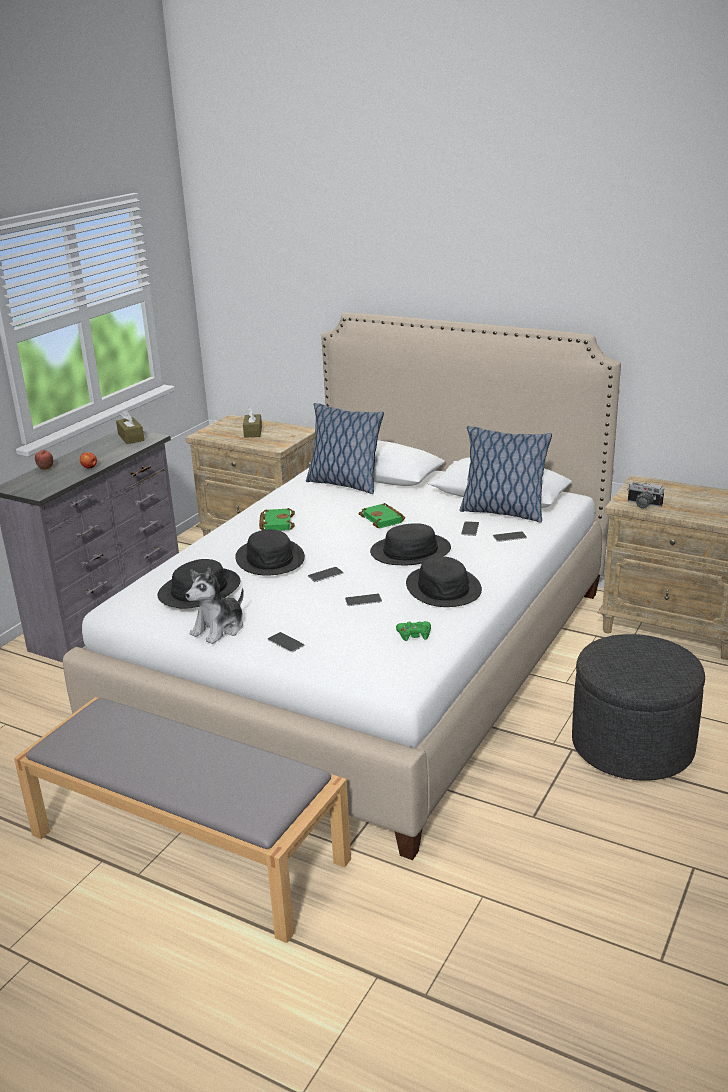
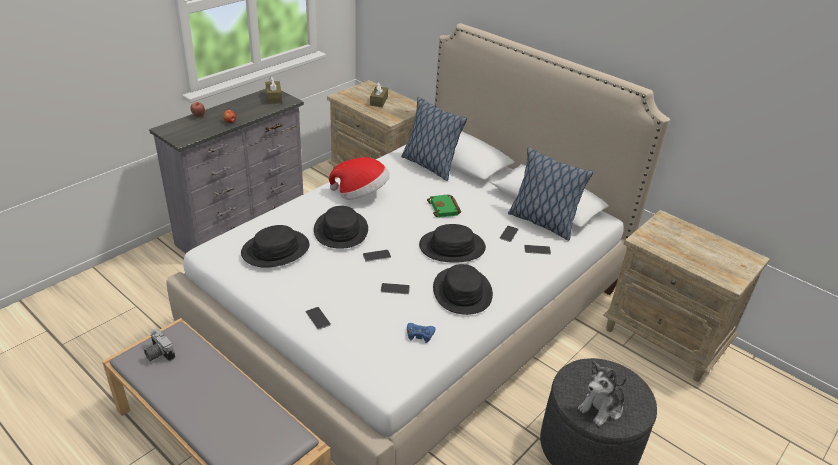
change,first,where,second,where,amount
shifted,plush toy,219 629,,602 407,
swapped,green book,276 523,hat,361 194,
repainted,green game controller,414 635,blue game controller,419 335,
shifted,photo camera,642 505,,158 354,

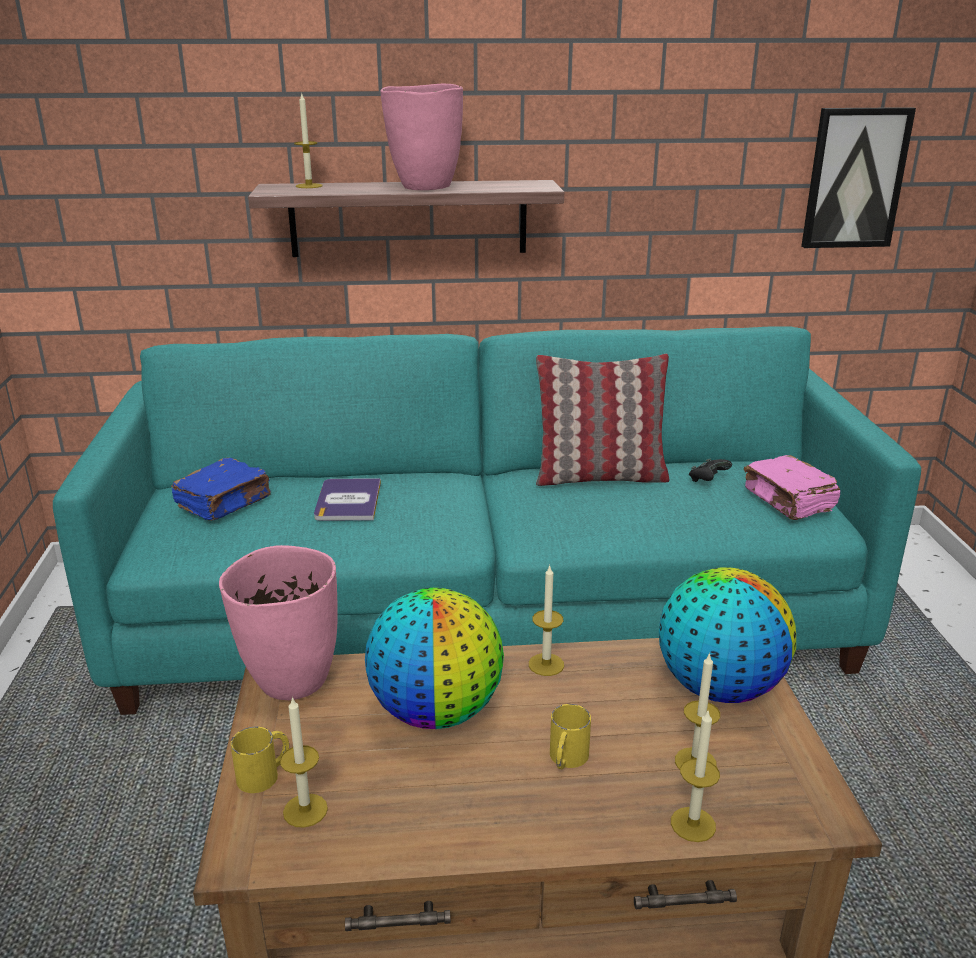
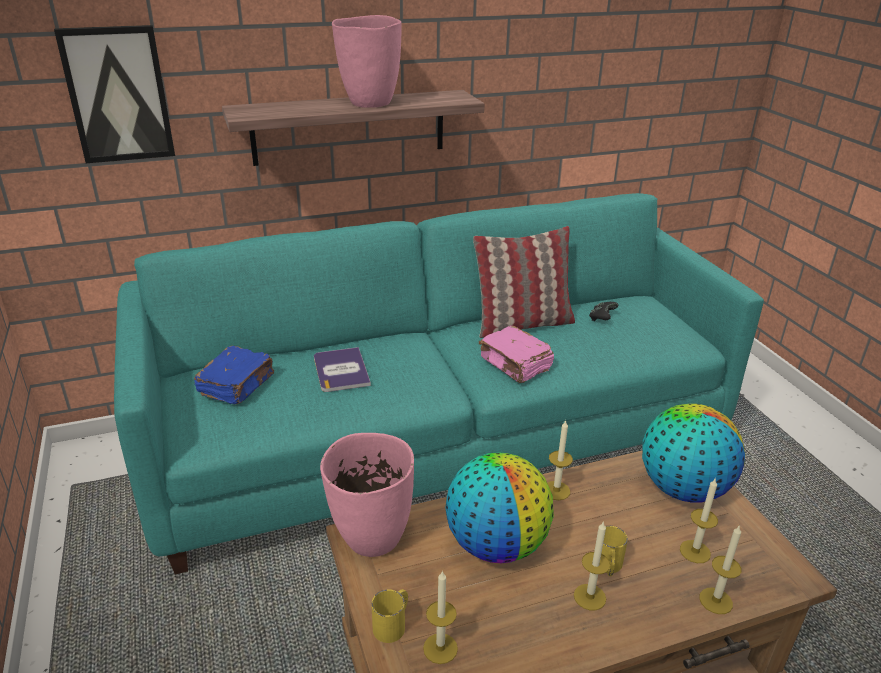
change,first,where,second,where,amount
shifted,candle,309 186,,589 597,
shifted,pink book,788 501,,515 364,
shifted,picture,855 178,,118 94,

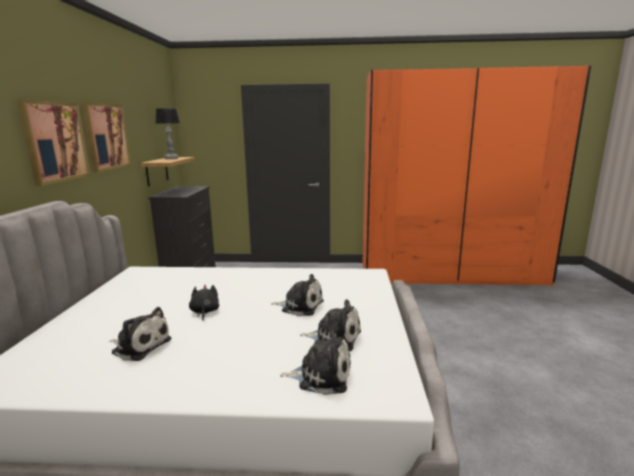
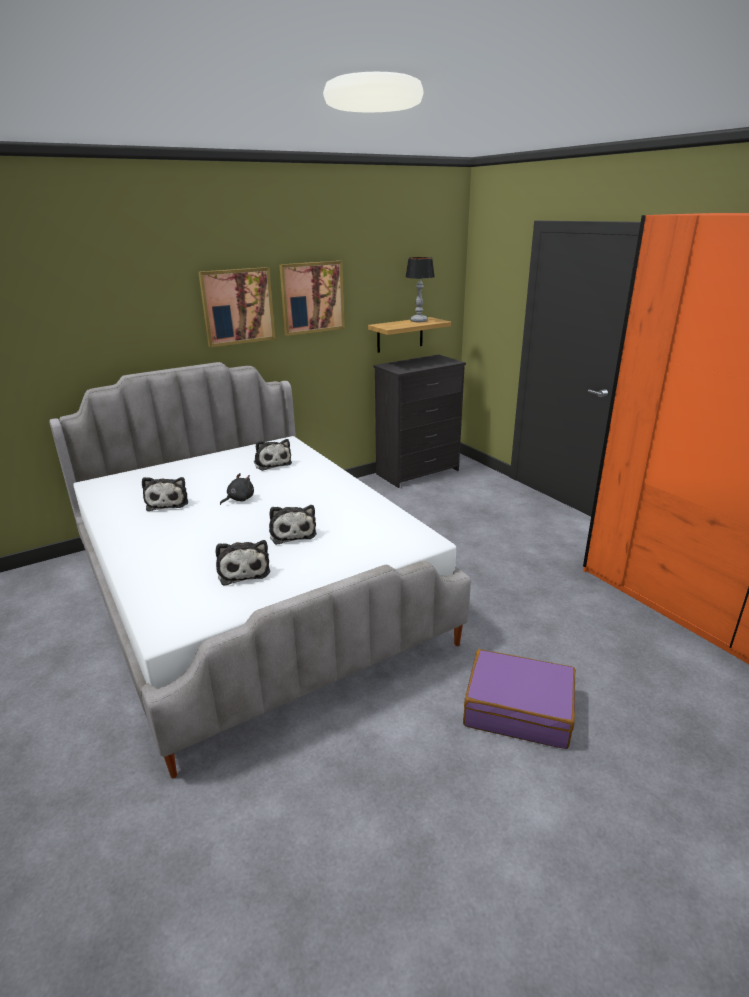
change,first,where,second,where,amount
shifted,plush toy,321 375,,272 463,
new,,,purple suitcase,518 709,

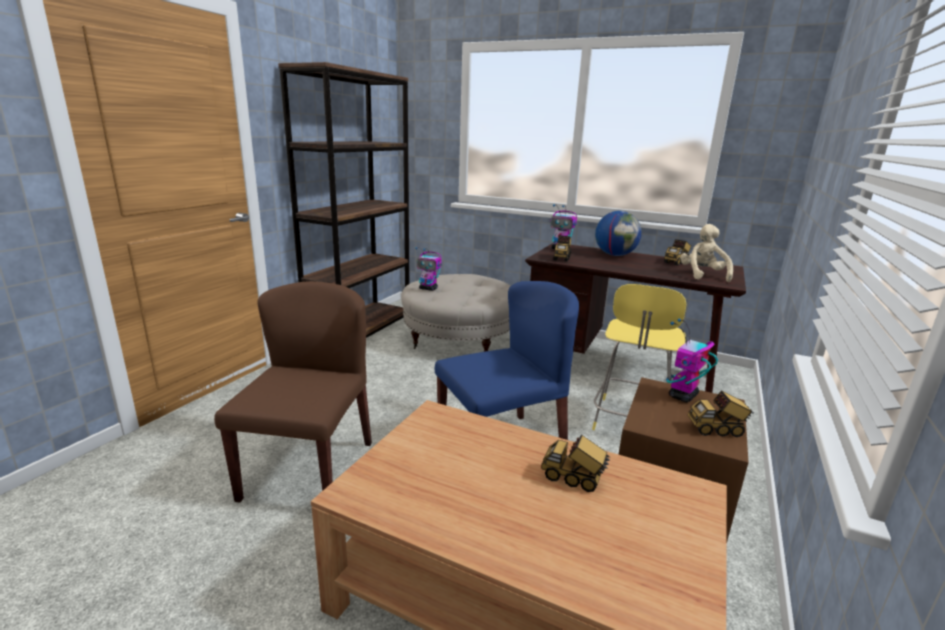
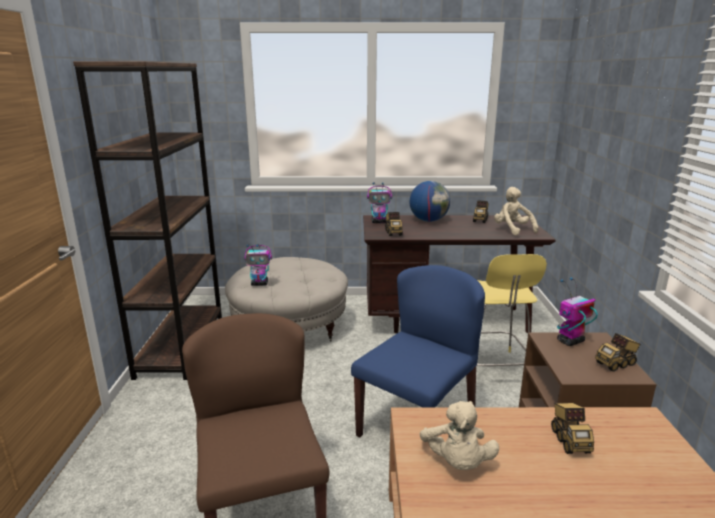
change,first,where,second,where,amount
rotated,toy truck,573 479,,569 440,90 degrees counterclockwise
rotated,toy robot,682 396,,570 341,45 degrees clockwise
new,,,beige plush toy,457 462,

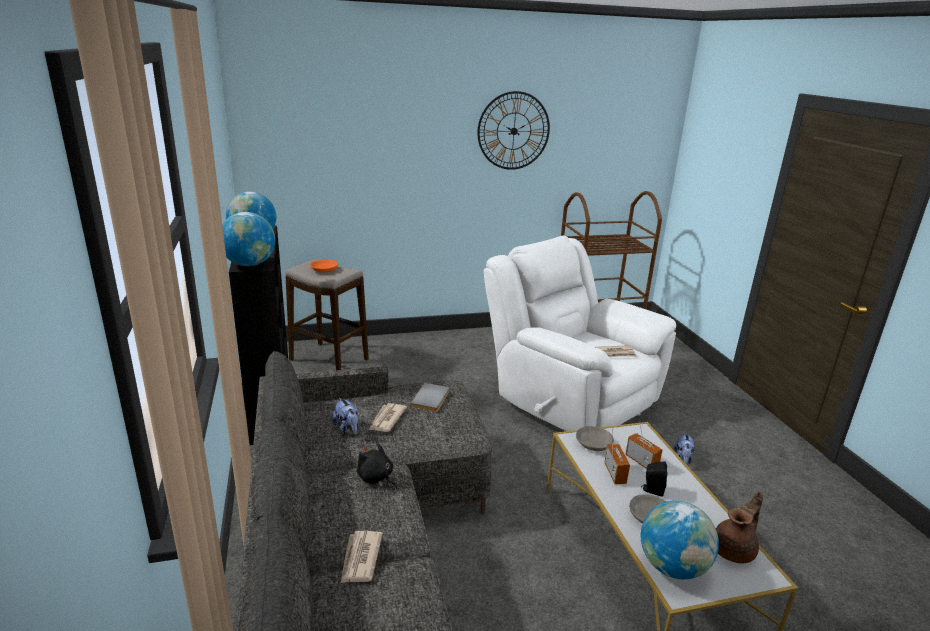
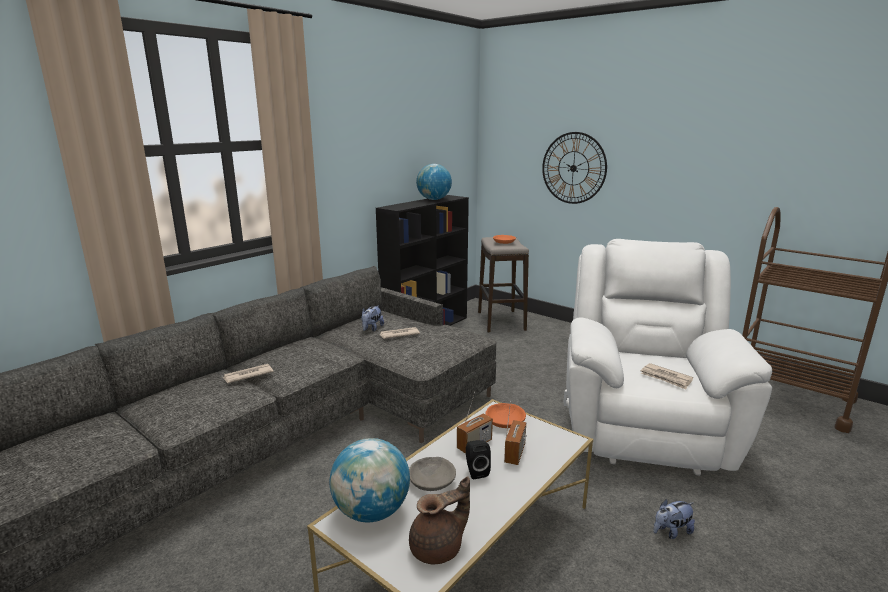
change,first,where,second,where,amount
gone,globe,249 264,,,
gone,black plush toy,376 478,,,
gone,grey book,432 399,,,
shifted,wall clock,513 131,,573 168,
repainted,grey bowl,593 443,orange bowl,505 421,
rotated,brown teapot,734 550,,438 548,45 degrees counterclockwise

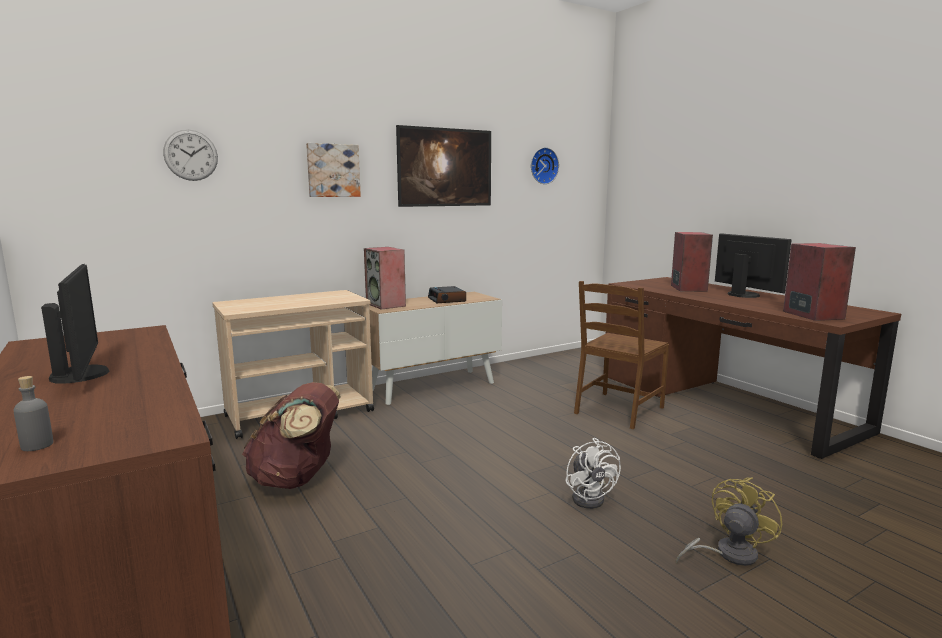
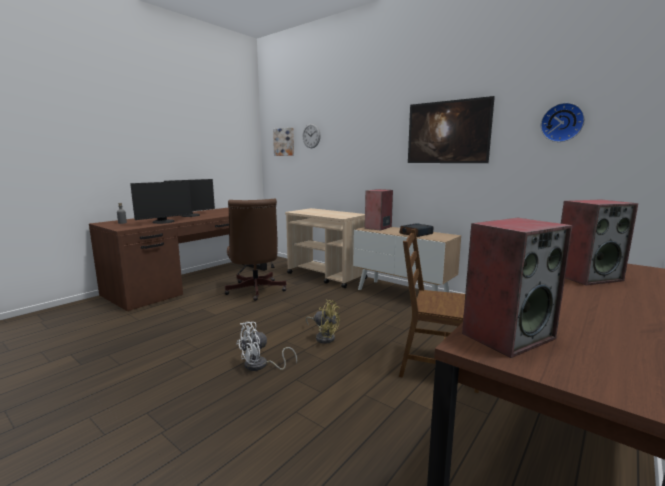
change,first,where,second,where,amount
swapped,brown backpack,297 479,brown office chair,255 291,
shifted,picture,333 170,,284 142,
shifted,yellow fan,727 554,,324 337,
shifted,monitor,744 295,,164 222,

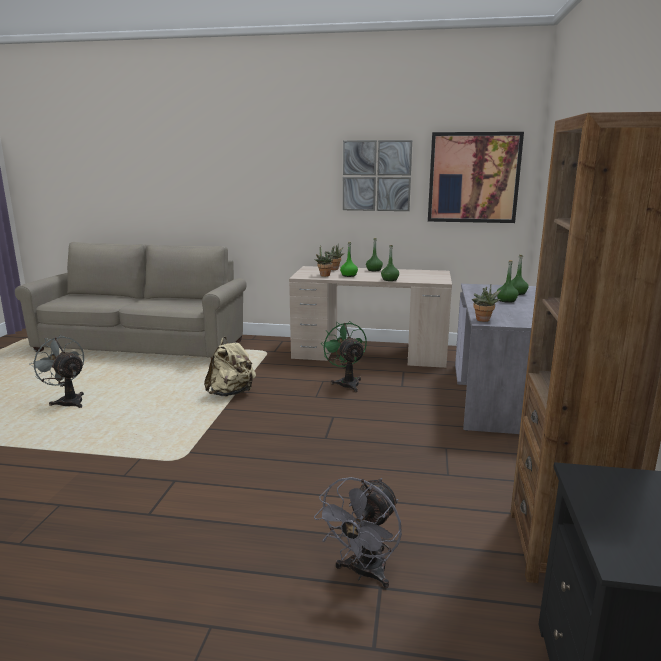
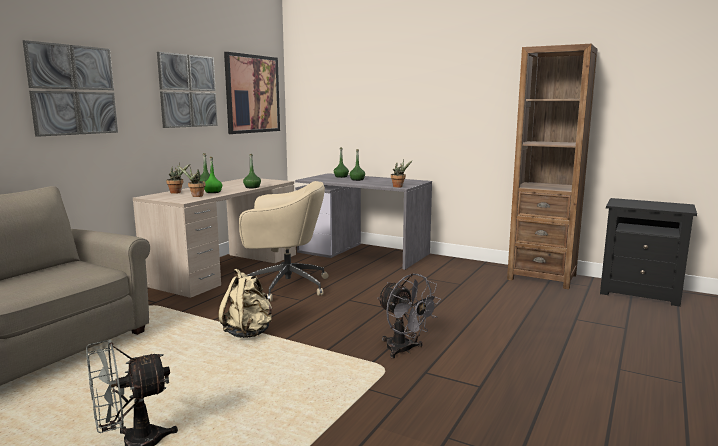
change,first,where,second,where,amount
shifted,grey fan,363 573,,404 350,
swapped,green fan,346 383,beige office chair,285 286,
new,,,picture,73 90,

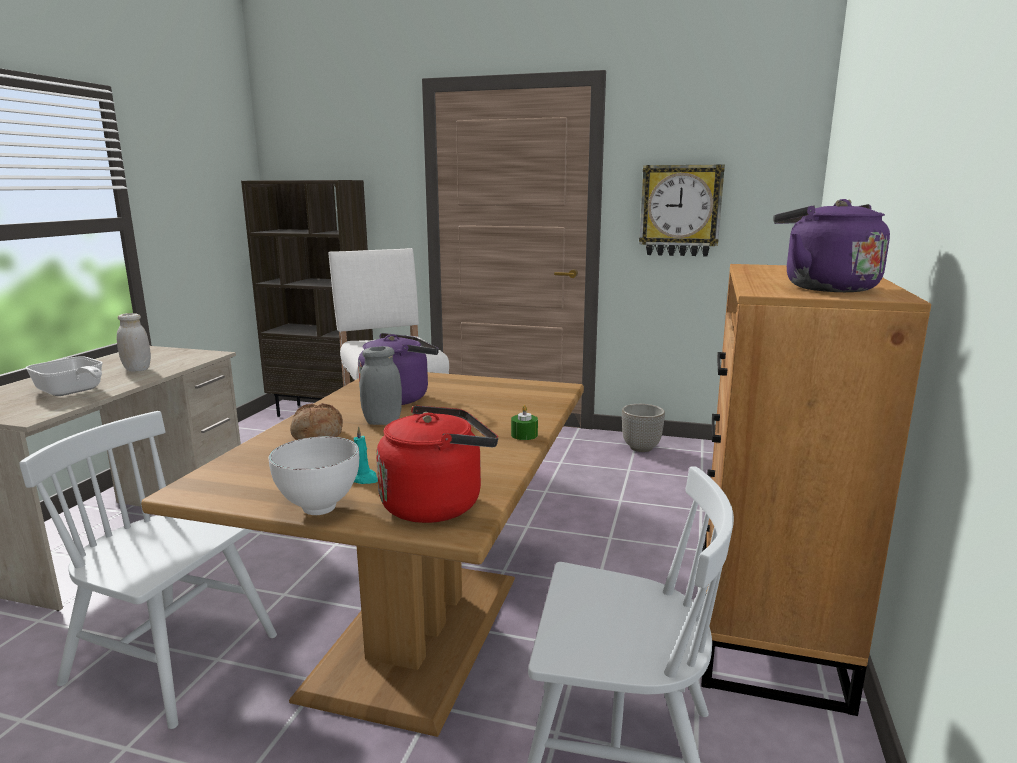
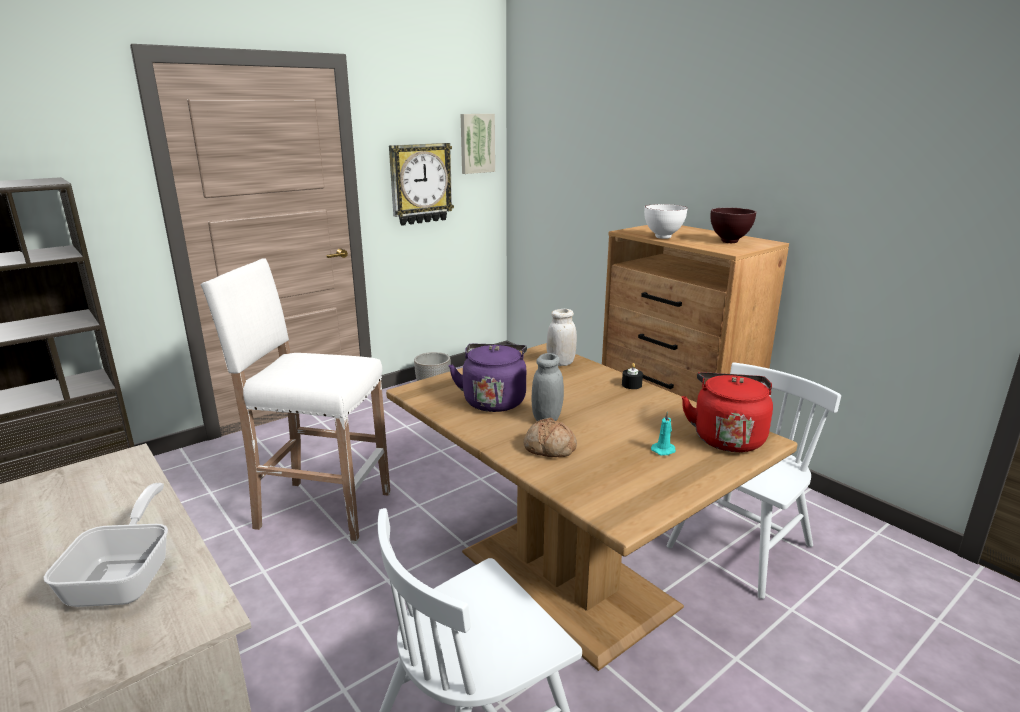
change,first,where,second,where,amount
rotated,frying pan,72 392,,127 576,75 degrees counterclockwise
shifted,white jar,137 369,,561 363,
shifted,white bowl,318 508,,662 237,
repainted,green candle,524 435,black candle,631 385,
swapped,purple kettle,824 287,brown bowl,728 242,
new,,,picture,476 143,

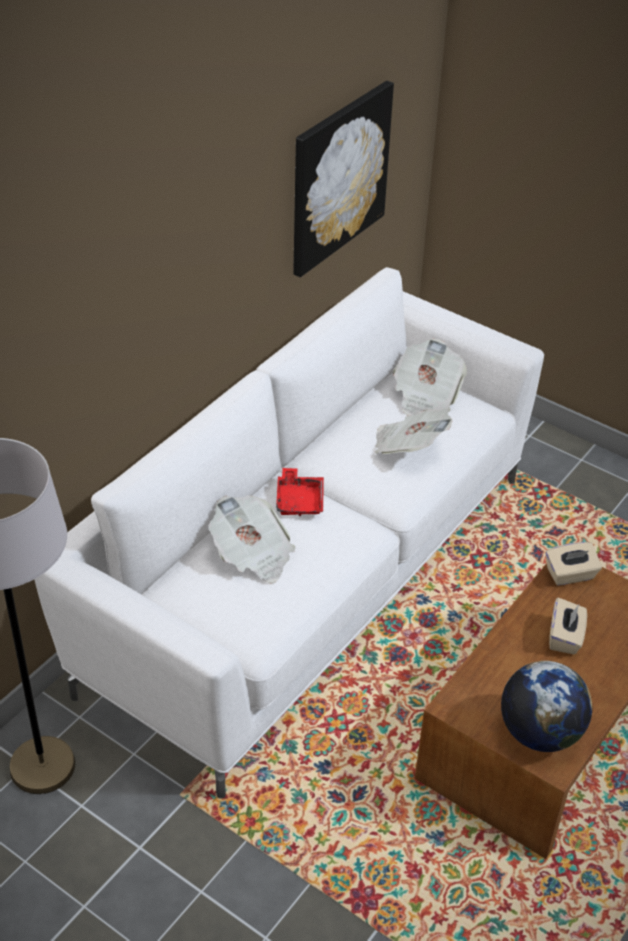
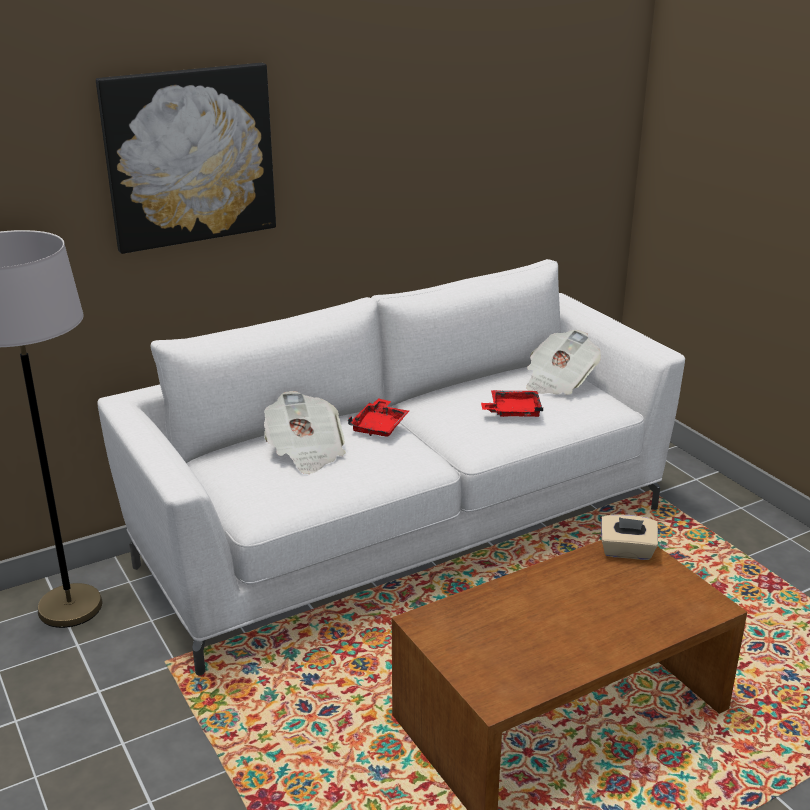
change,first,where,second,where,amount
shifted,picture,338 177,,189 156,
swapped,newspaper,408 446,red tray,513 411,
gone,globe,539 732,,,
gone,beige tissue box,565 637,,,

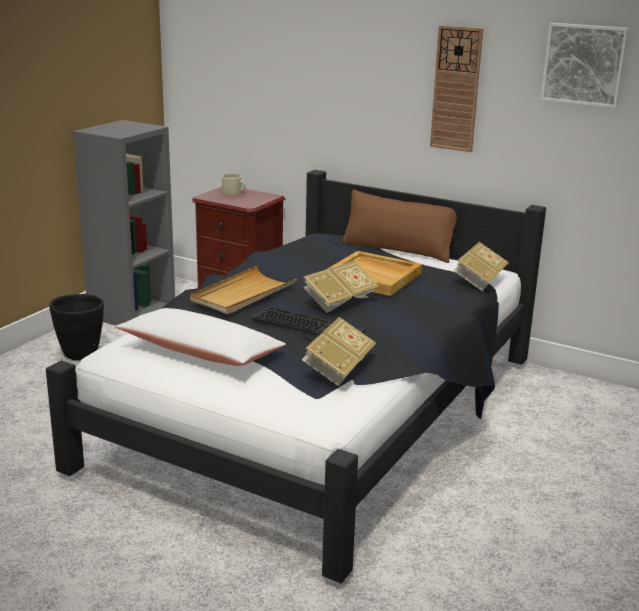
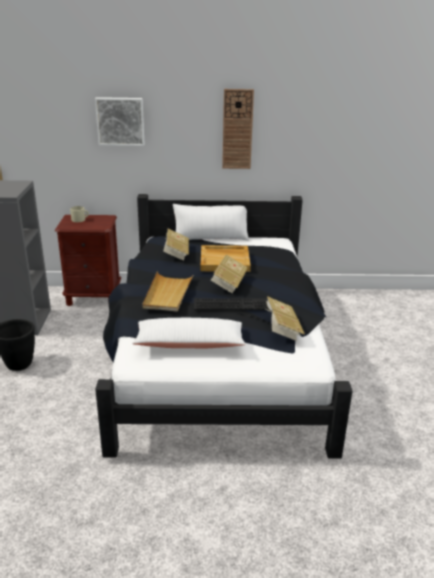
change,first,where,second,where,amount
repainted,brown pillow,397 250,white pillow,210 238,
shifted,book,479 280,,176 253,
shifted,picture,584 64,,120 121,

